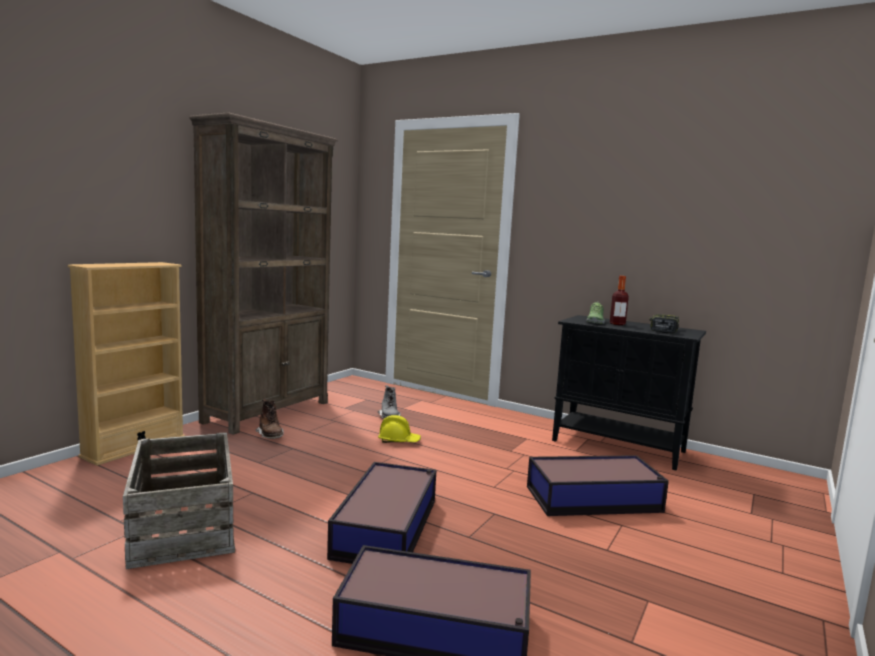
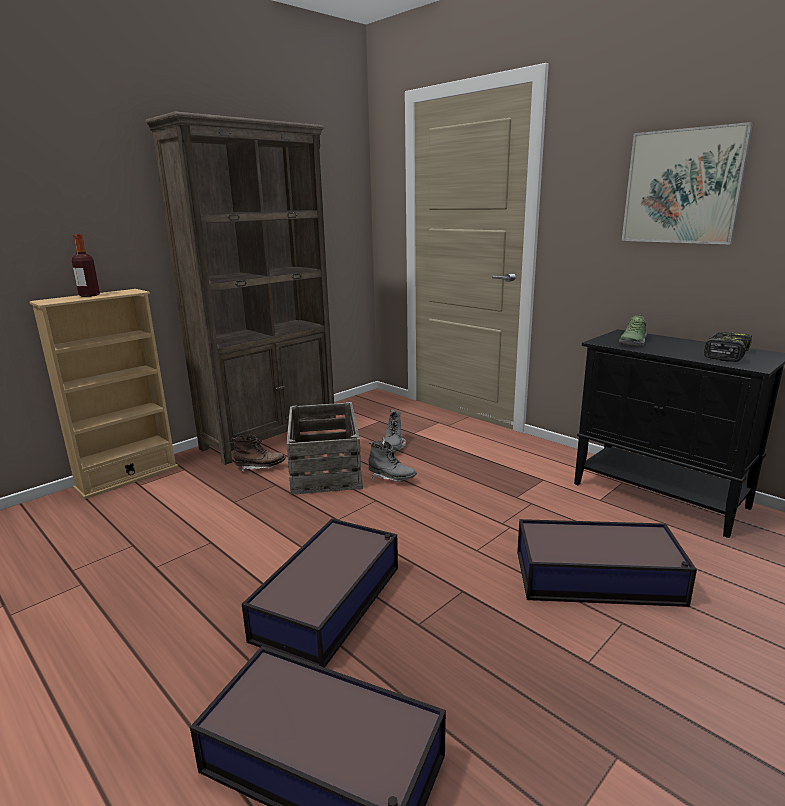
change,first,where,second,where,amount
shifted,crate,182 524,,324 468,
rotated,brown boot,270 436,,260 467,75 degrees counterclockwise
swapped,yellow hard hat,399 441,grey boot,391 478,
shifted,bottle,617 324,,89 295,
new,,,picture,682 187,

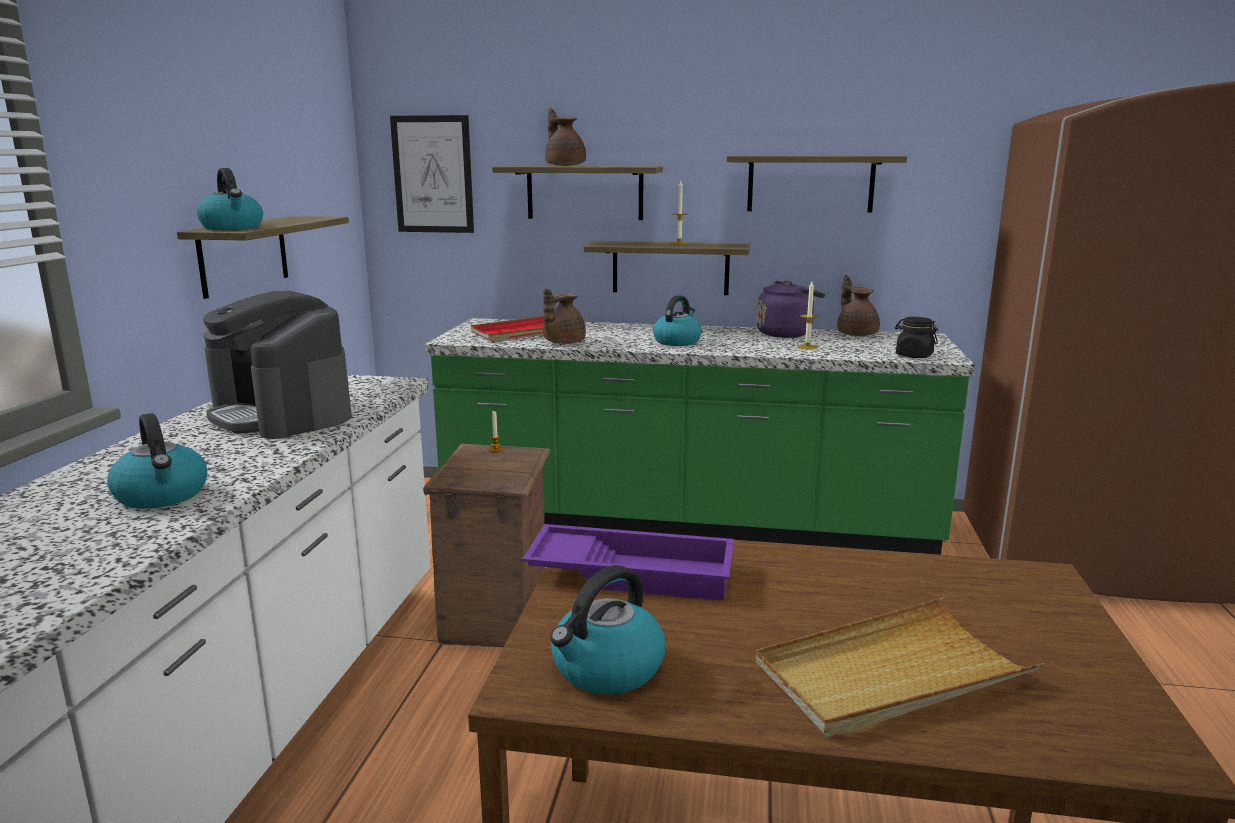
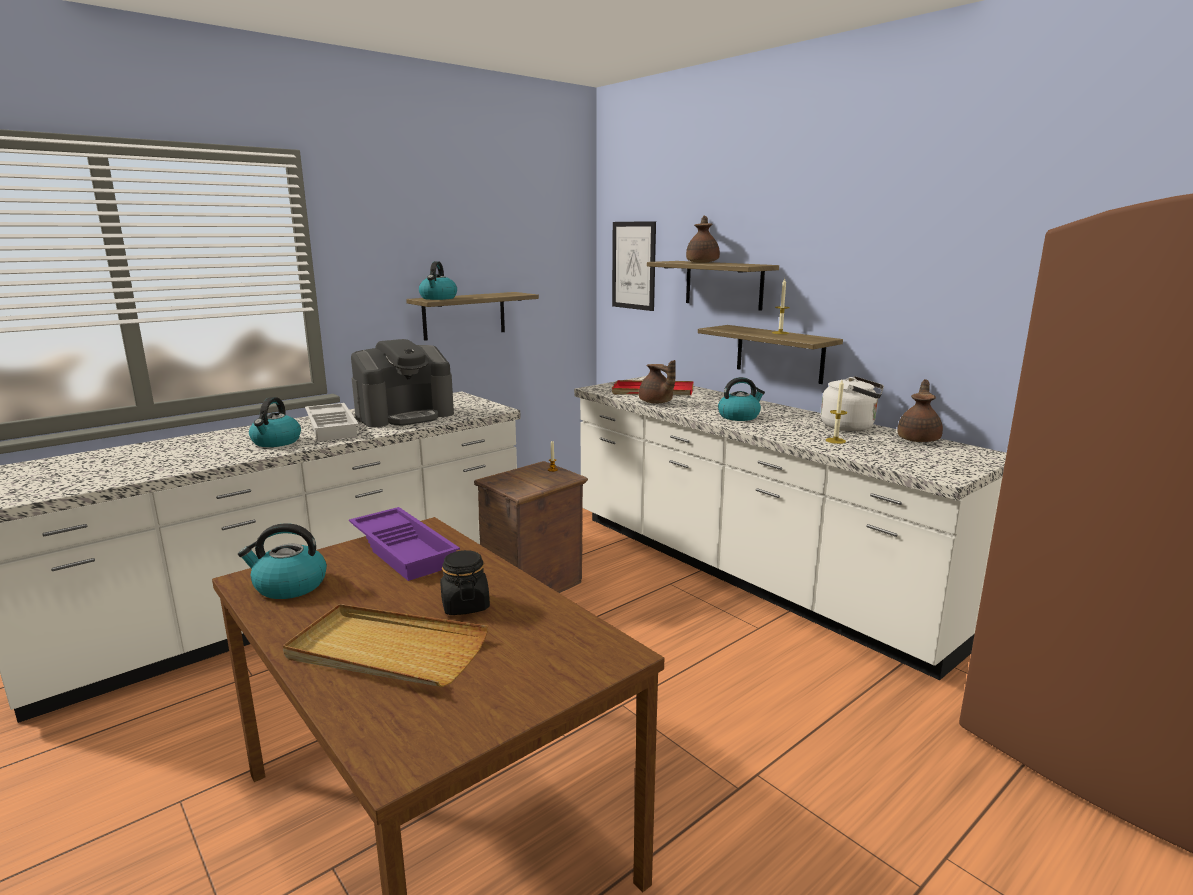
change,first,where,second,where,amount
rotated,coffee machine,282 414,,405 415,120 degrees counterclockwise
repainted,green counter,687 520,white counter,748 573,
rotated,brown teapot,562 342,,656 402,105 degrees counterclockwise
gone,shelf,810 184,,,
repainted,purple kettle,787 334,white kettle,851 427,
shifted,black jar,913 355,,465 605,
new,,,white tray,333 427,

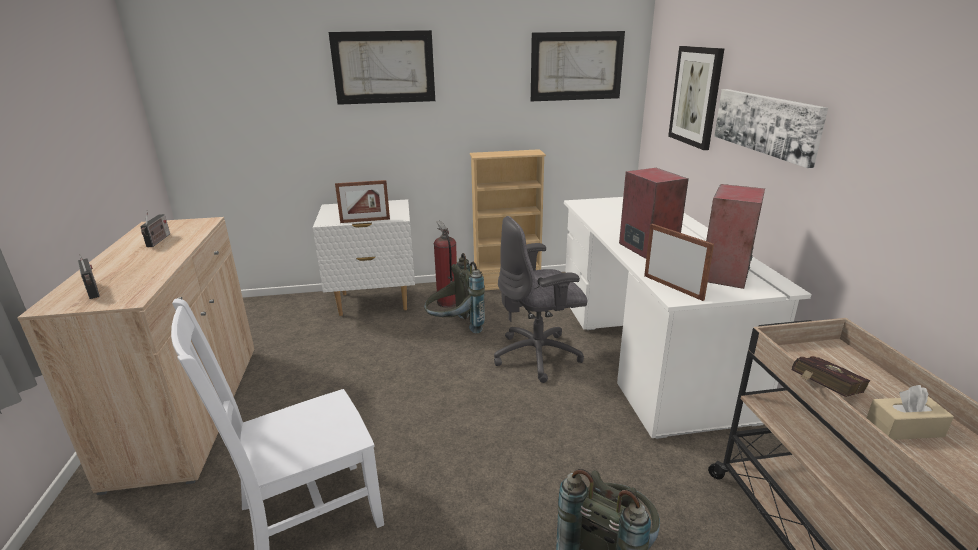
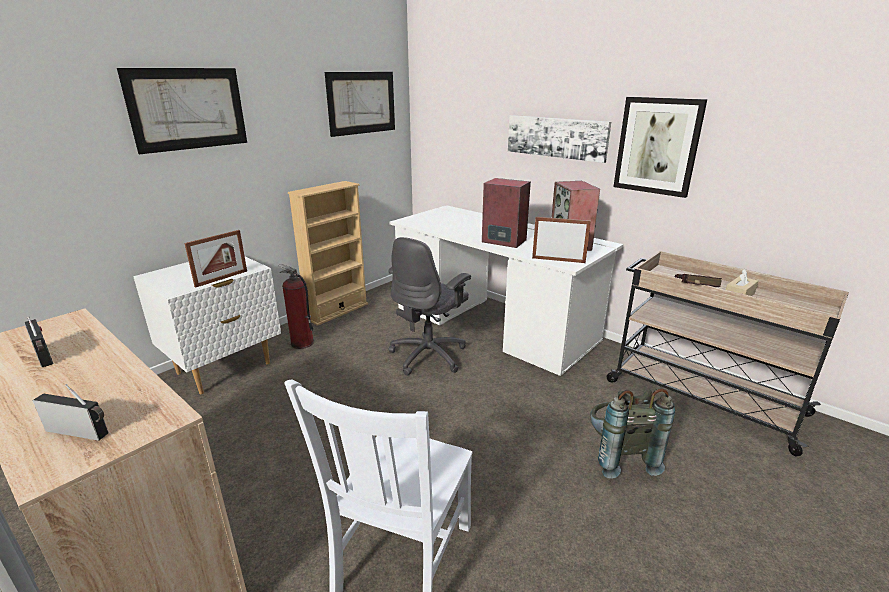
change,first,where,second,where,amount
gone,grey backpack,455 328,,,
shifted,picture,696 96,,657 146,

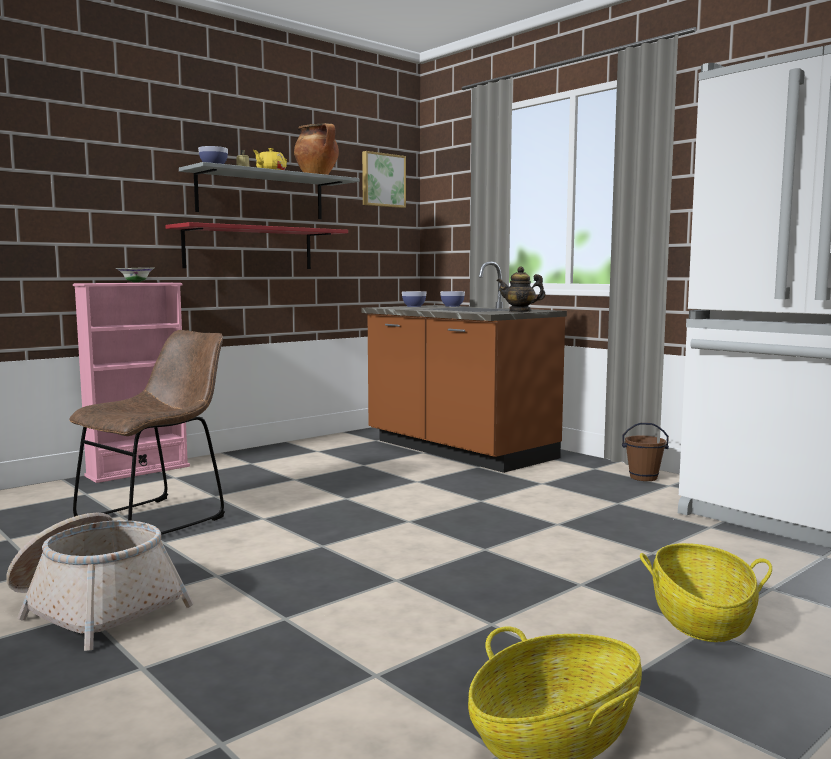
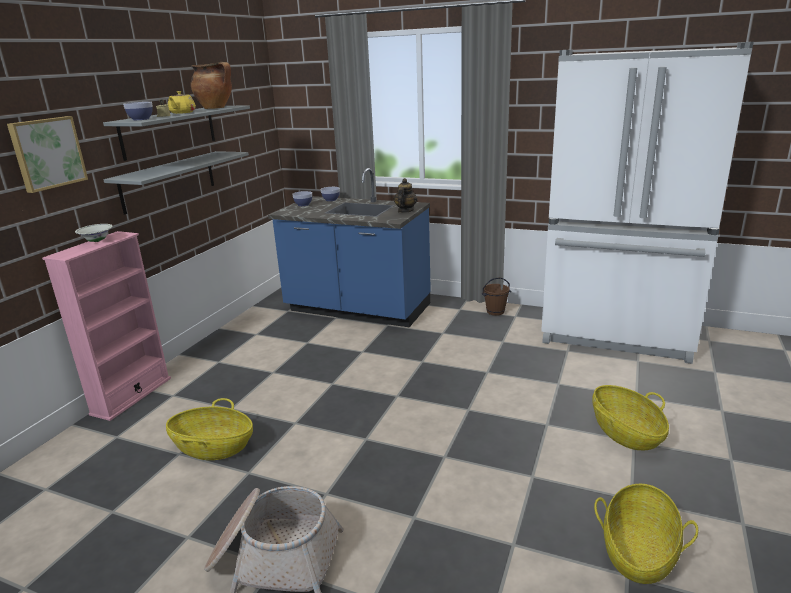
change,first,where,second,where,amount
swapped,brown chair,157 518,basket,213 447,
repainted,red shelf,249 248,grey shelf,169 181,
shifted,picture,382 180,,47 153,
repainted,brown counter,458 450,blue counter,357 309,
rotated,teapot,520 311,,405 211,135 degrees clockwise

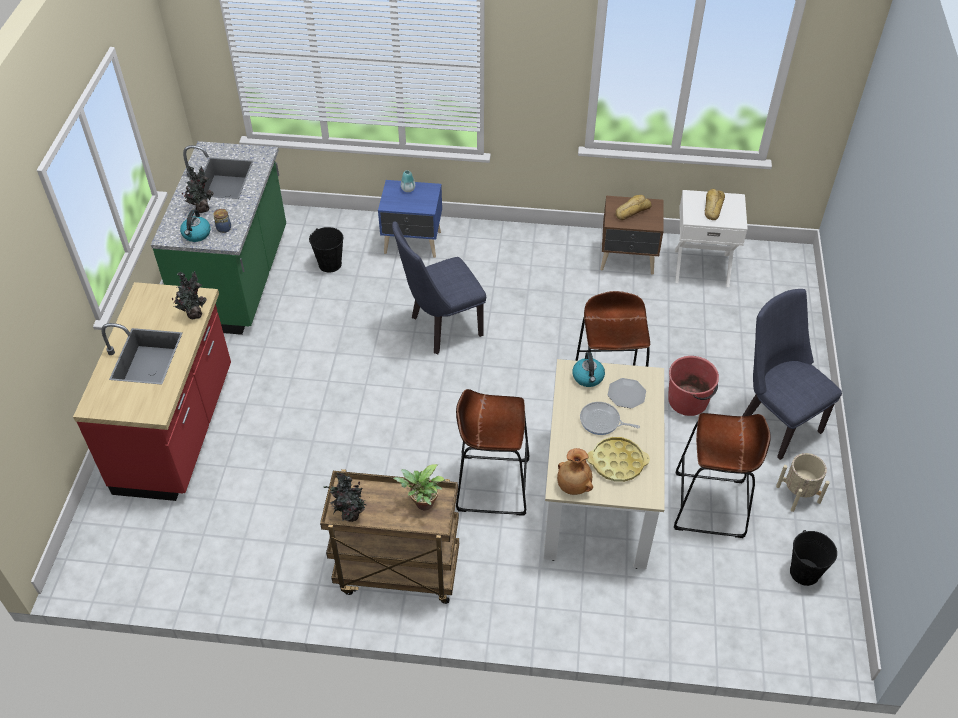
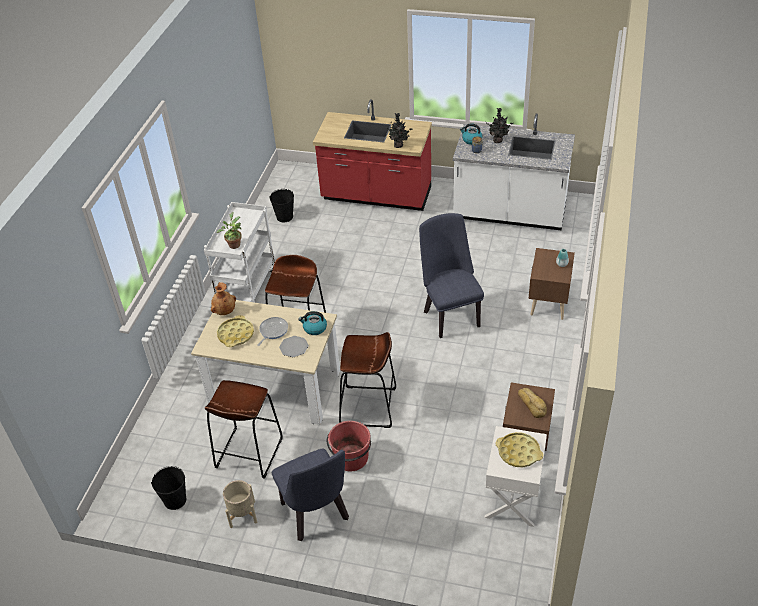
change,first,where,second,where,amount
repainted,green counter,237 279,white counter,510 213,
shifted,black bucket,330 264,,285 217,
repainted,brown cart,396 573,white cart,246 287,
gone,potted plant,349 515,,,
repainted,blue nightstand,413 243,brown nightstand,548 303,
swapped,bread,712 207,yellow tray,518 452,
rotated,blue chair,775 422,,317 516,90 degrees clockwise

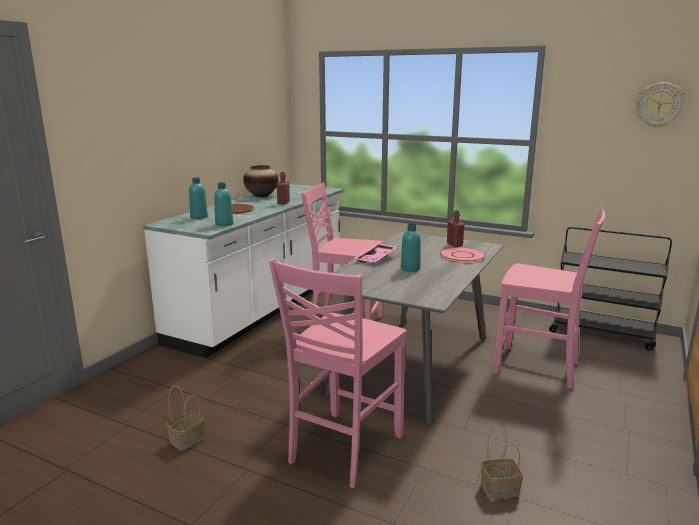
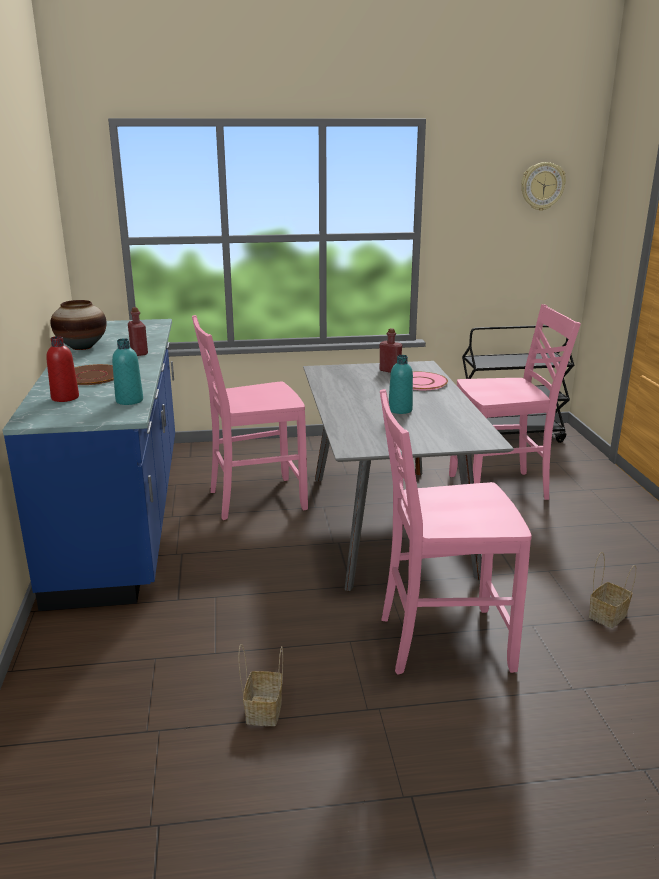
change,first,where,second,where,amount
repainted,white counter,263 309,blue counter,124 513,
repainted,turquoise bottle,199 217,red bottle,65 398,
rotated,pink chair,343 449,,441 641,90 degrees clockwise
gone,pink tray,376 259,,,

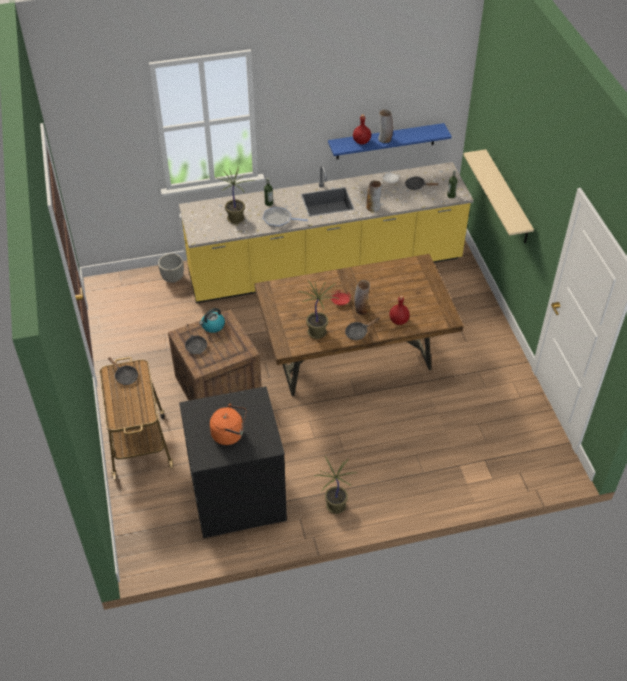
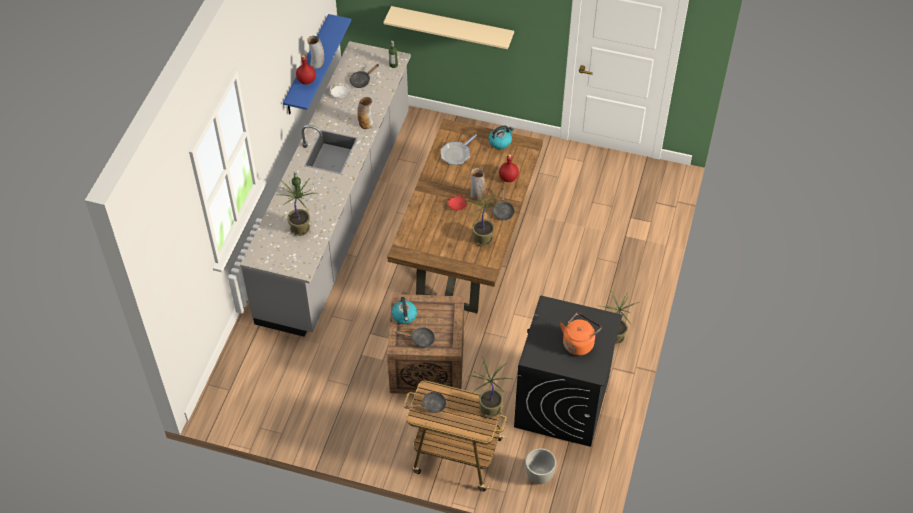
change,first,where,second,where,amount
shifted,grey planter,173 278,,539 475,
repainted,yellow counter,325 269,grey counter,337 215,
shifted,frying pan,279 219,,456 154,
new,,,potted plant,489 409,
new,,,kettle,500 142,

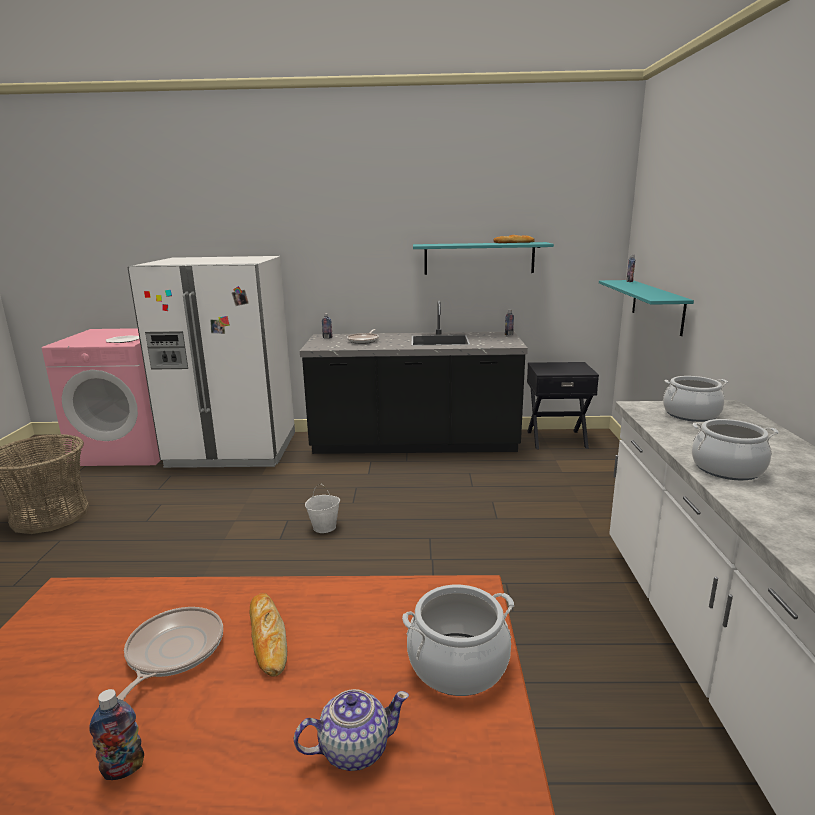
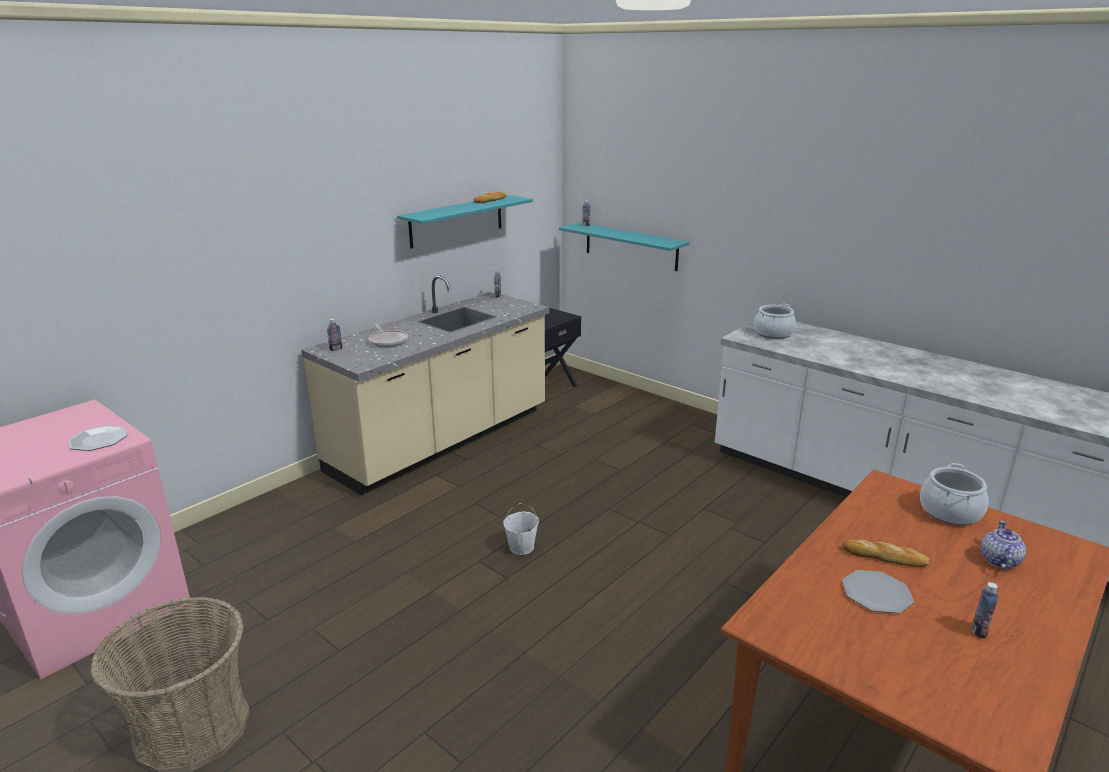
change,first,where,second,where,amount
swapped,frying pan,172 652,plate,876 593,
gone,white fridge,233 450,,,
repainted,black counter,414 444,beige counter,442 441,
gone,cooking pot,727 469,,,

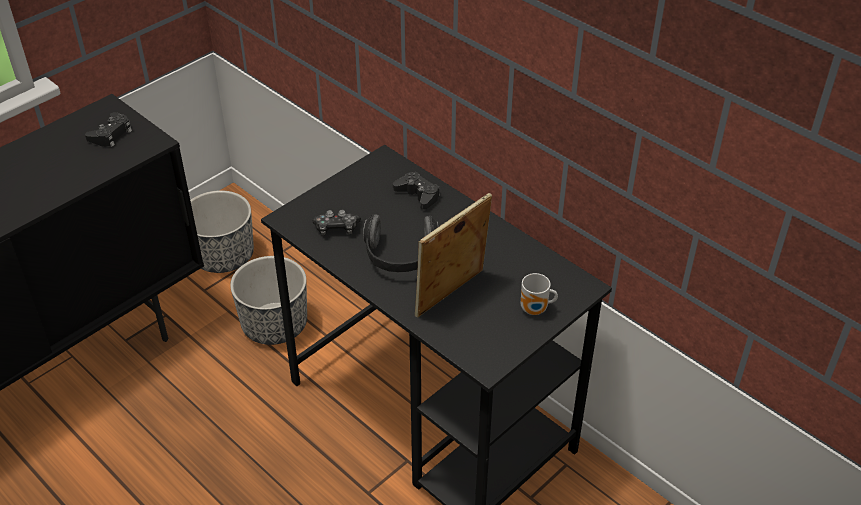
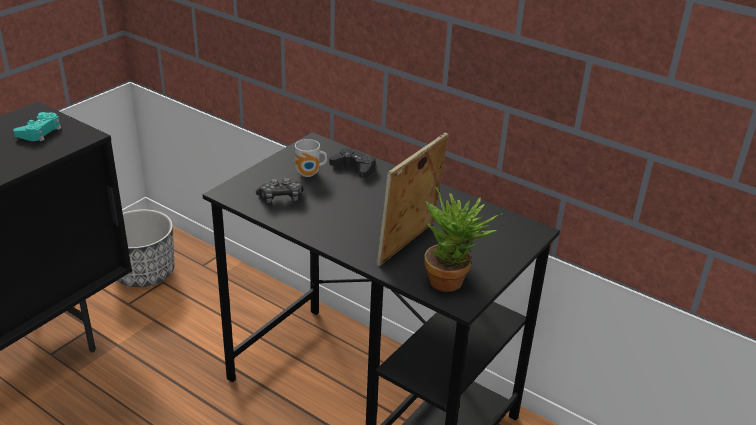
change,first,where,second,where,amount
repainted,black game controller,111 134,turquoise game controller,40 131,
gone,planter,275 324,,,
gone,headphones,400 257,,,
shifted,mug,535 310,,309 174,
new,,,potted plant,453 282,

